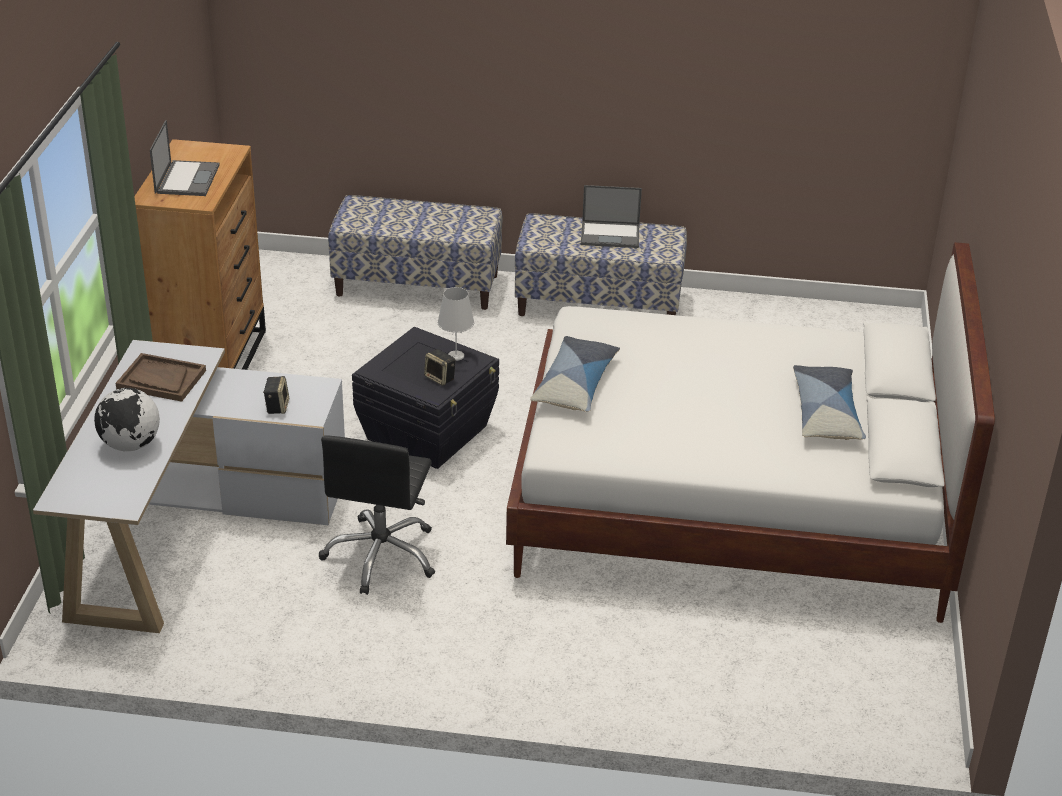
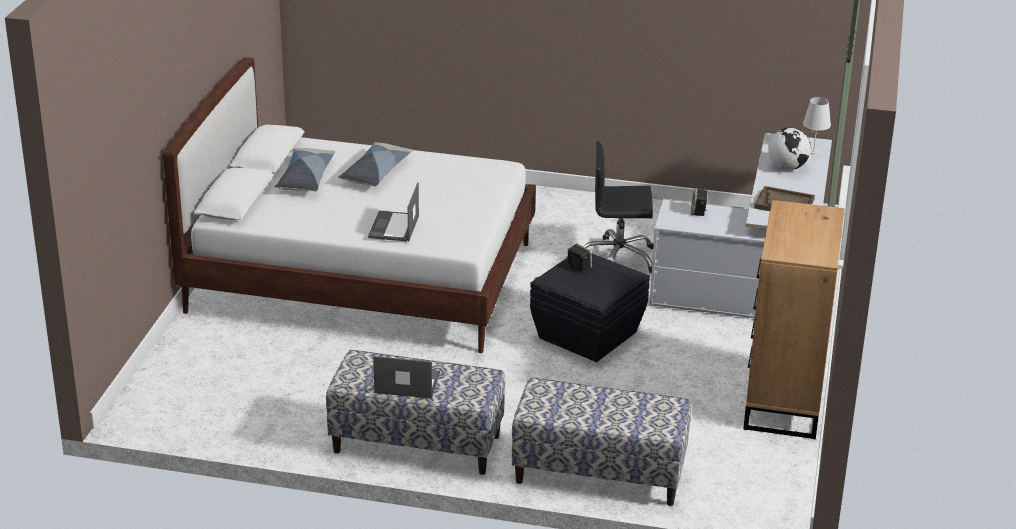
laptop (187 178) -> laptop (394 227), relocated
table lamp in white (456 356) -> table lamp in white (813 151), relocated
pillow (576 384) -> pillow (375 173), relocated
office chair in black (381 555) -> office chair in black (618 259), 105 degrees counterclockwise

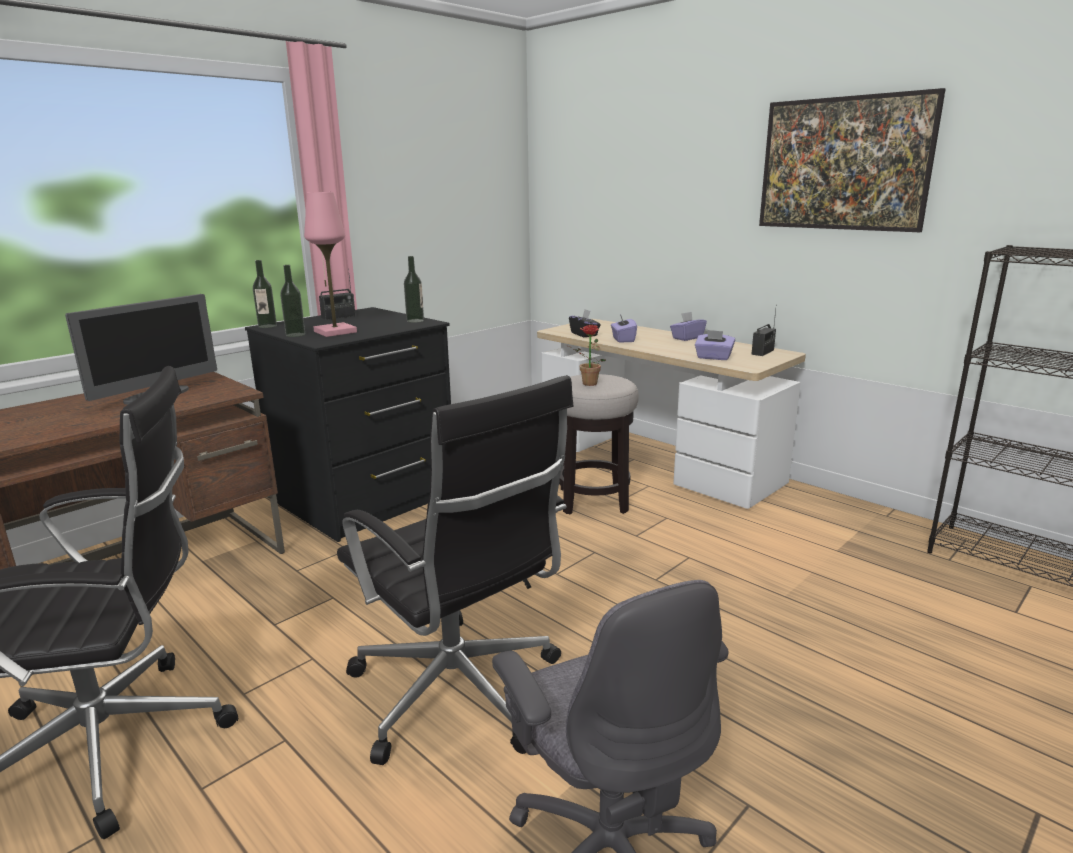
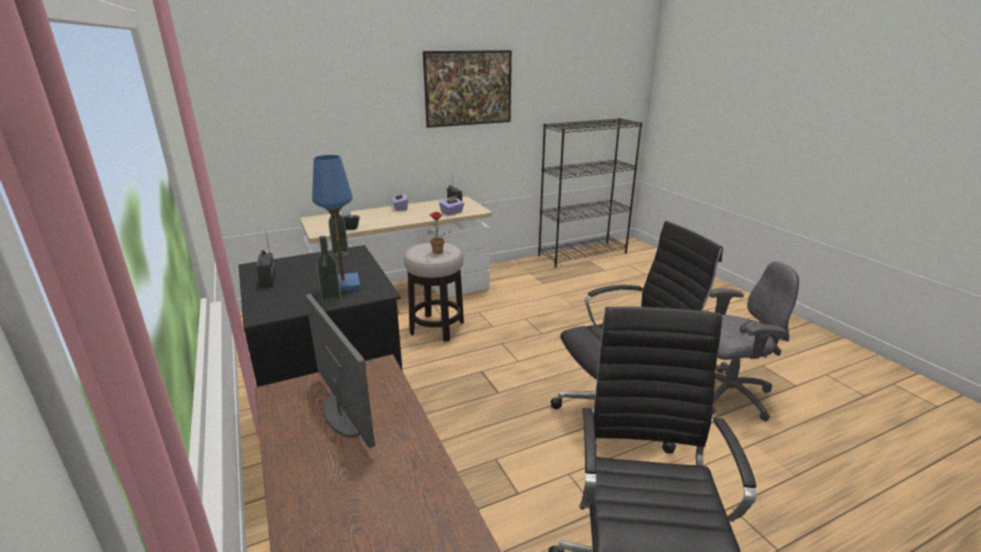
table lamp in pink (335 332) -> table lamp in blue (344 285)
bottle (267 326) -> none
tissue box in purple (623 339) -> none

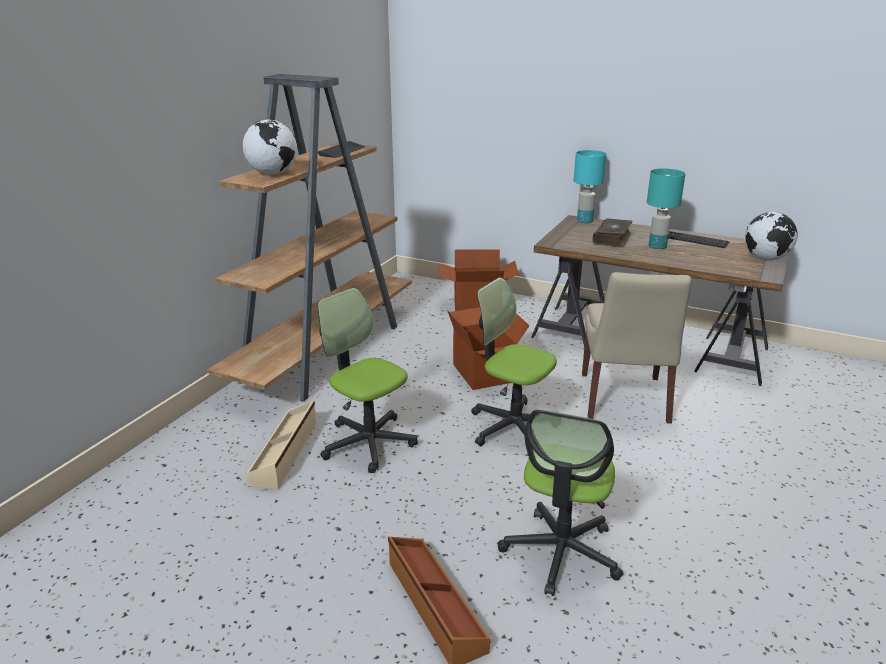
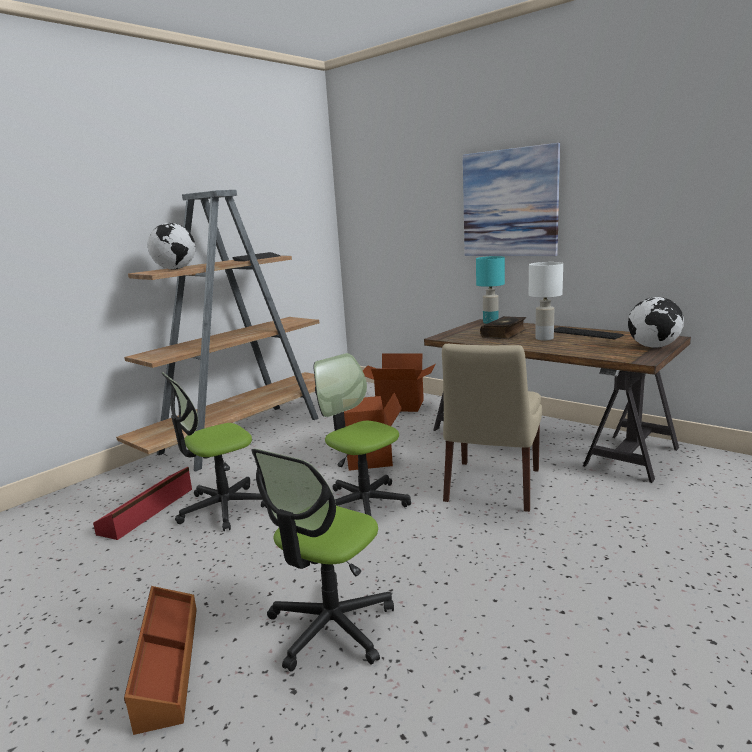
table lamp in turquoise (657 246) -> table lamp in white (543 338)
office chair (368 443) -> office chair (223 508), 90 degrees counterclockwise
storage box in beige (285 452) -> storage box in red (148 511)
none -> picture (509 203)

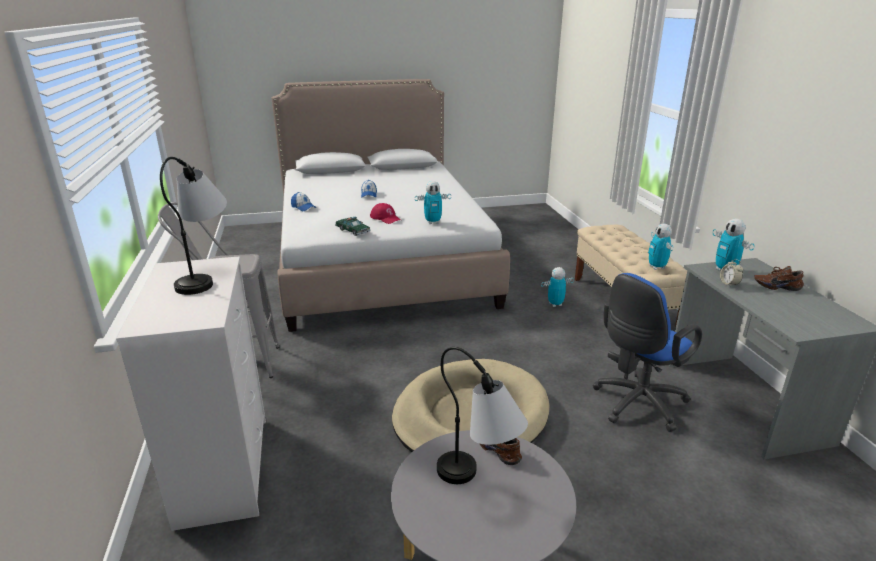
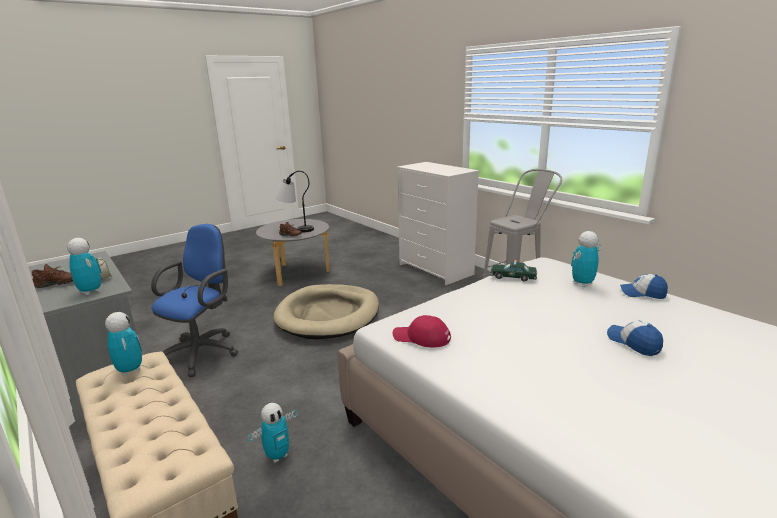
table lamp (207 275) -> none
toy robot (433 222) -> toy robot (582 284), relocated
cap in red (386 218) -> cap in red (421 337), relocated

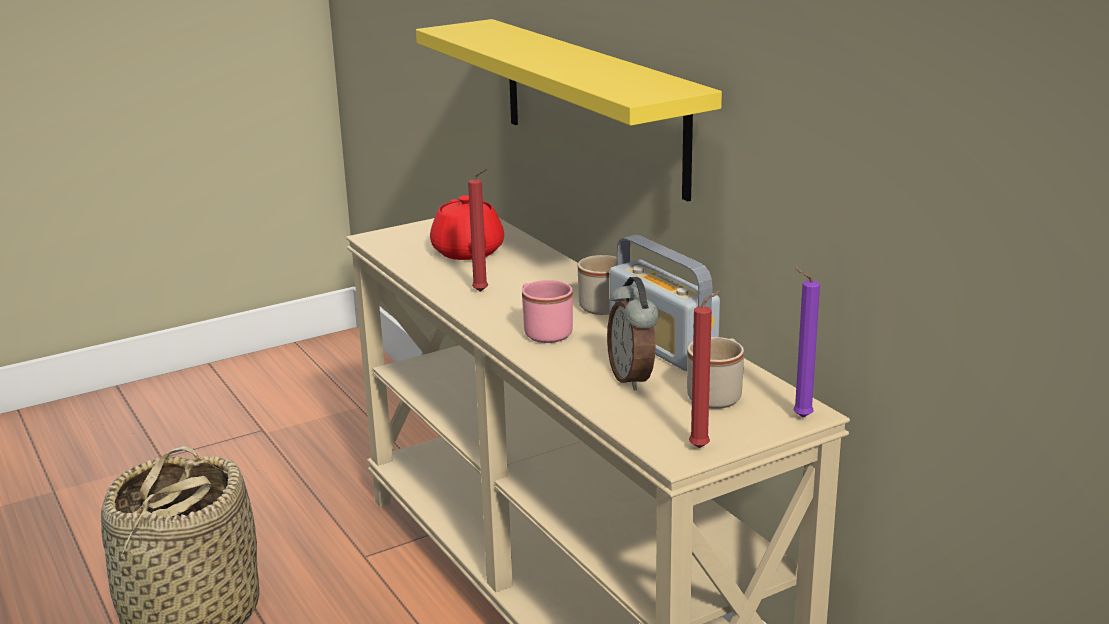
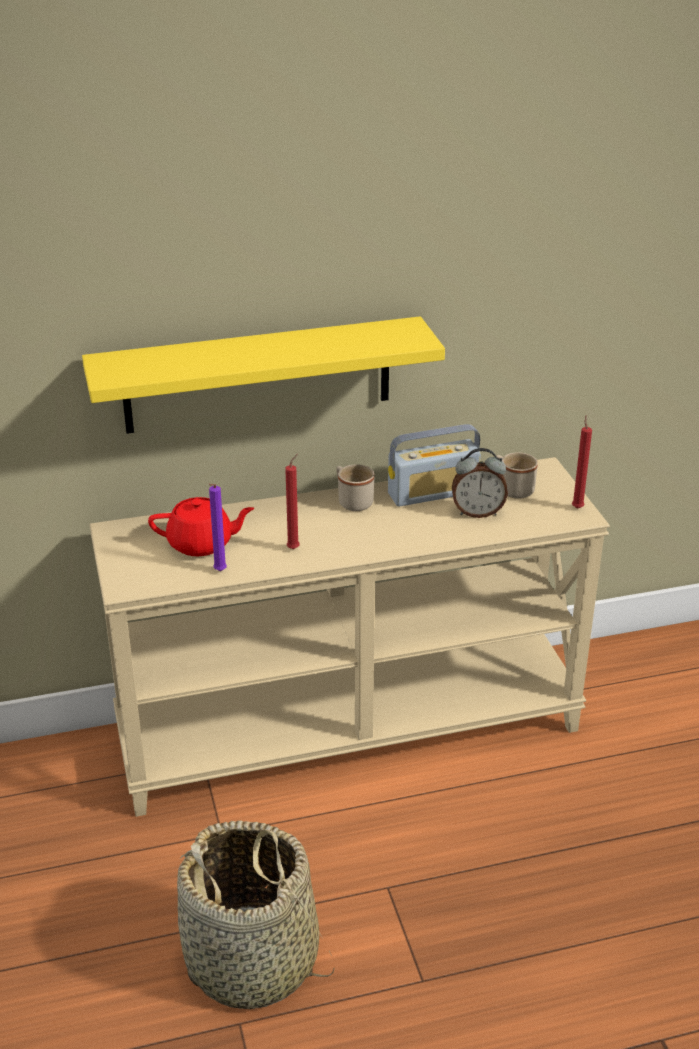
candle in purple (799 417) -> candle in purple (219 572), relocated
mug in pink (544 332) -> none

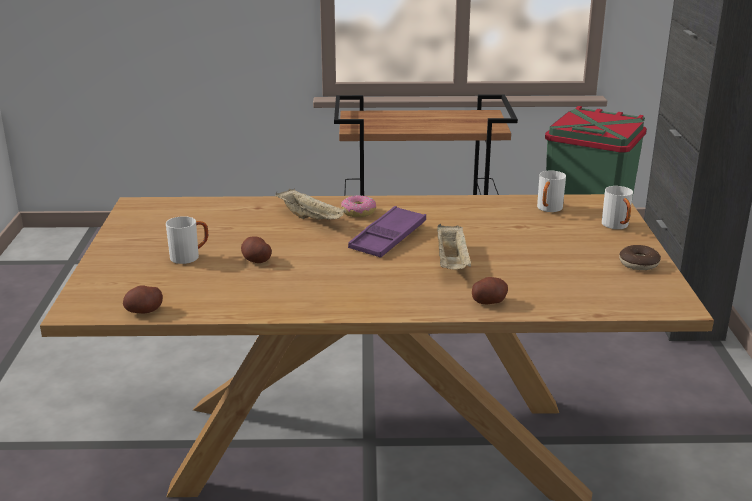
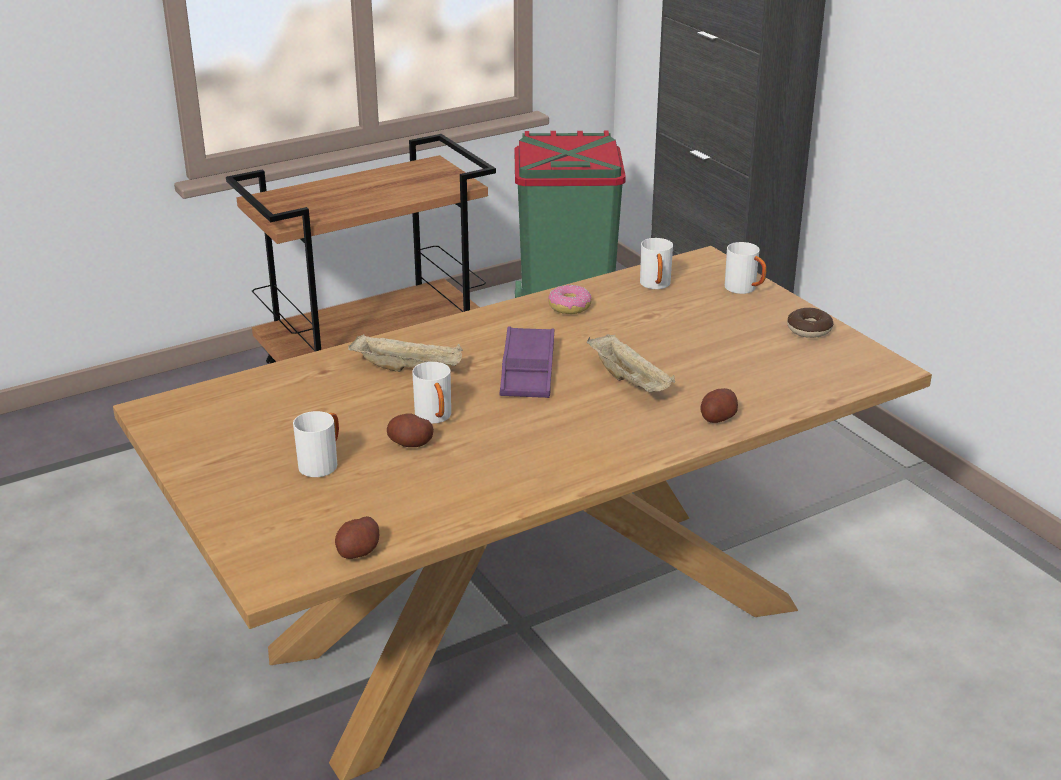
donut (358 212) -> donut (569 307), relocated
none -> mug in white (435 418)

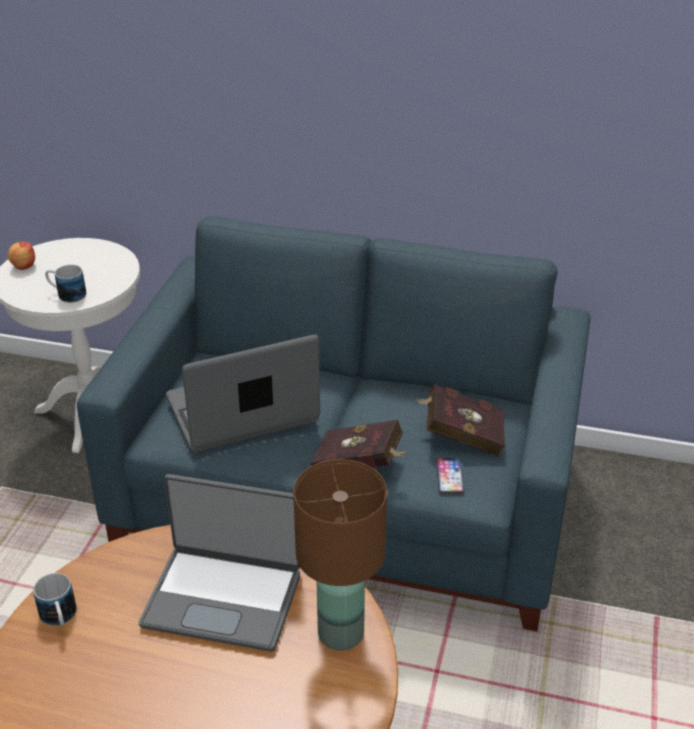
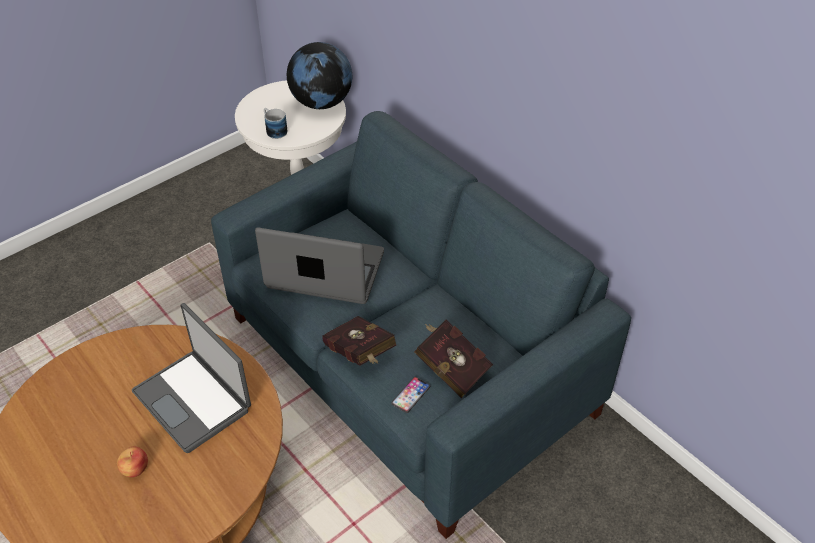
apple (23 266) -> apple (135 469), relocated
table lamp in brown (342 633) -> none
mug (60 618) -> none
none -> globe (321 103)

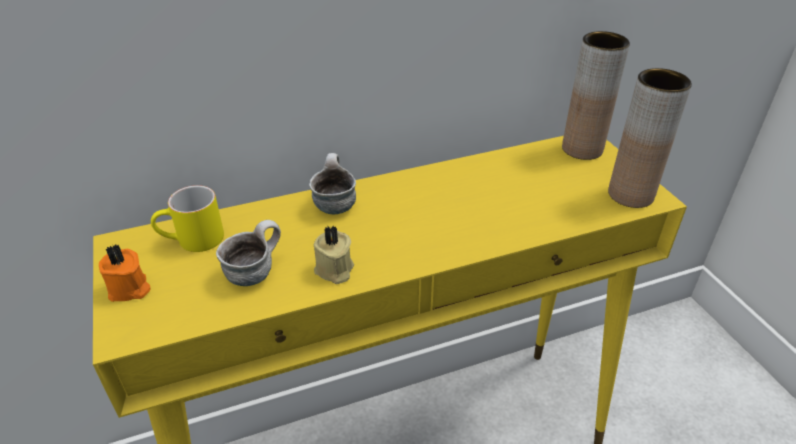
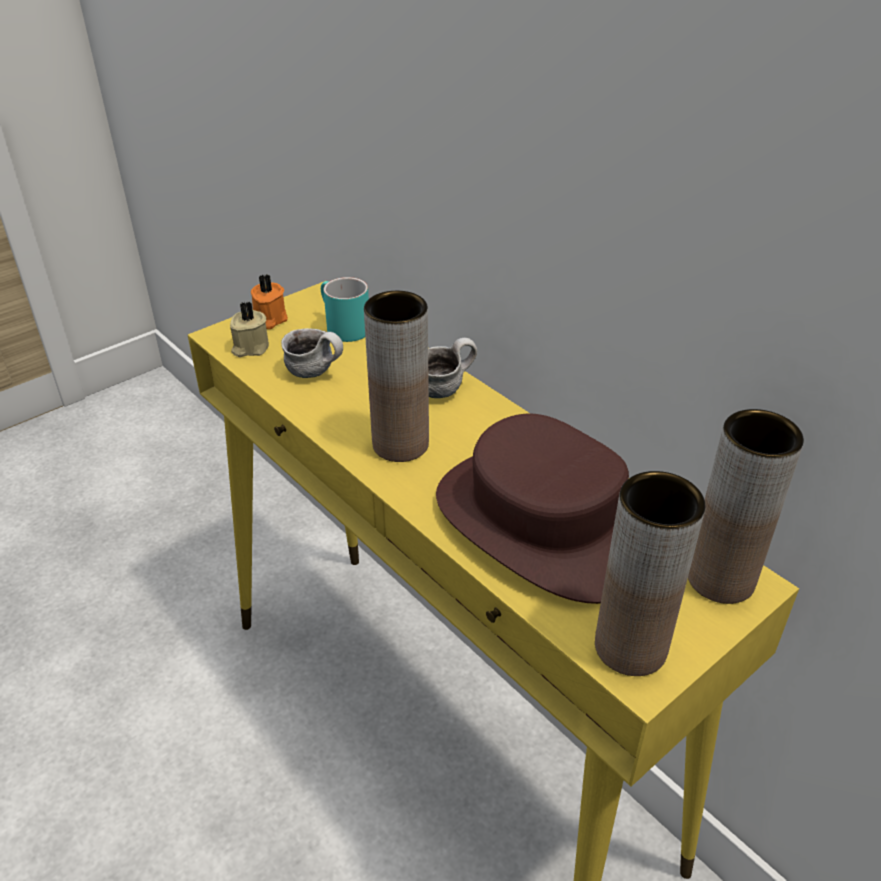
mug in yellow (192 241) -> mug in turquoise (342 327)
candle in beige (334 270) -> candle in beige (250 348), relocated
none -> vase in brown (400 444)
none -> hat in brown (544 521)

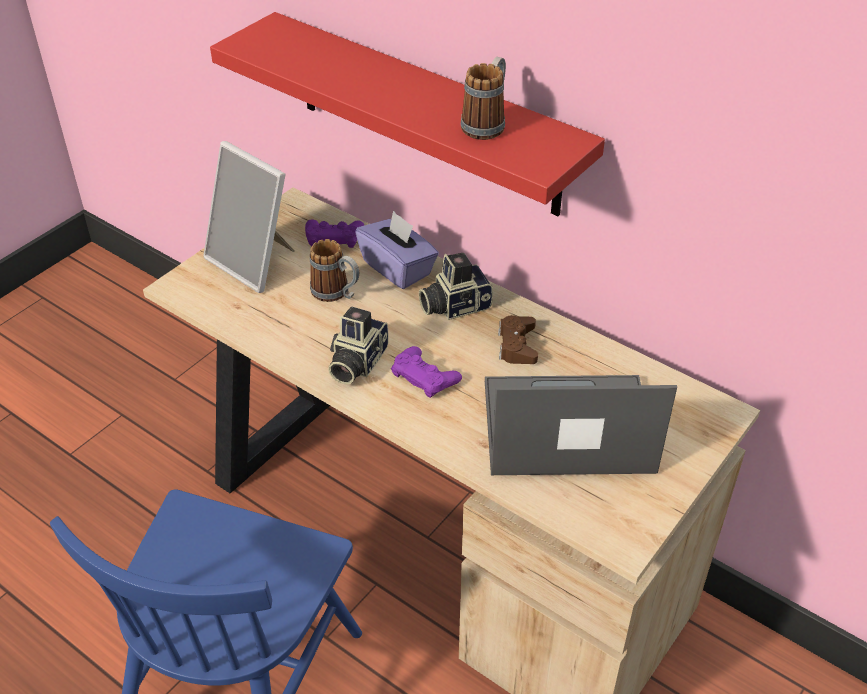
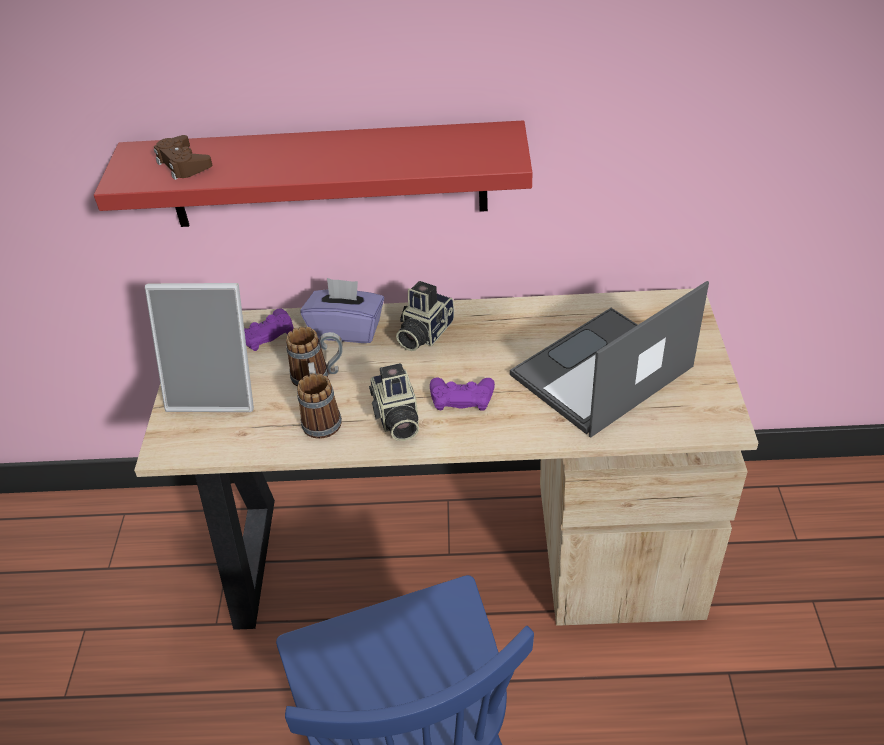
mug (487 123) -> mug (321 418), relocated
game controller in brown (517 345) -> game controller in brown (183 164), relocated

